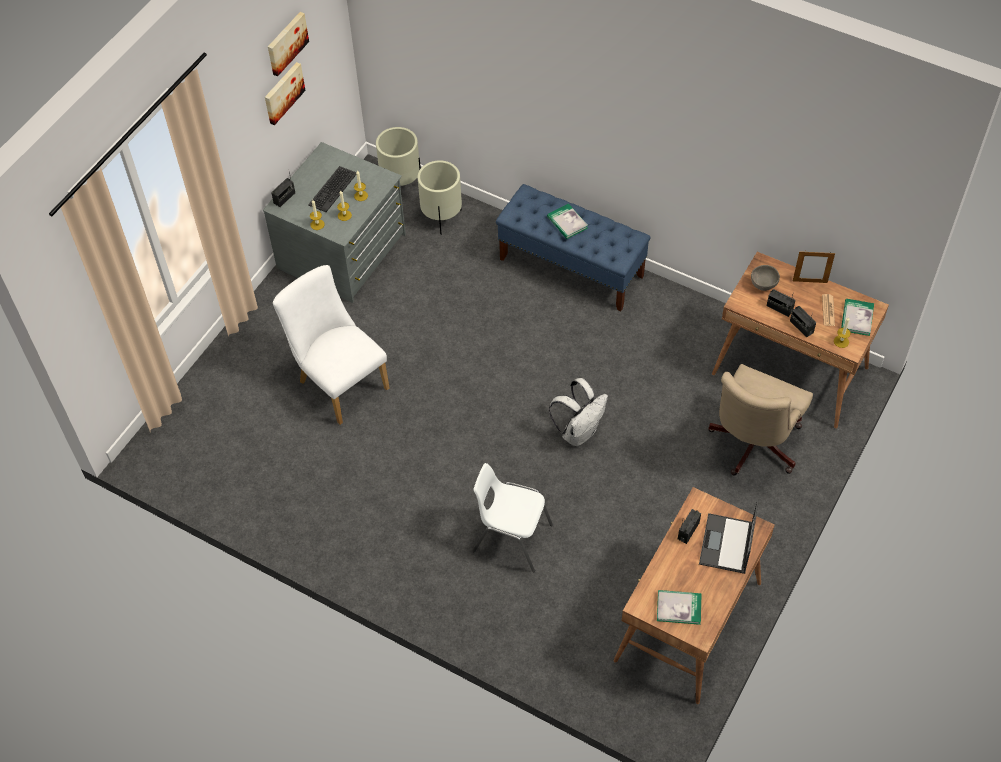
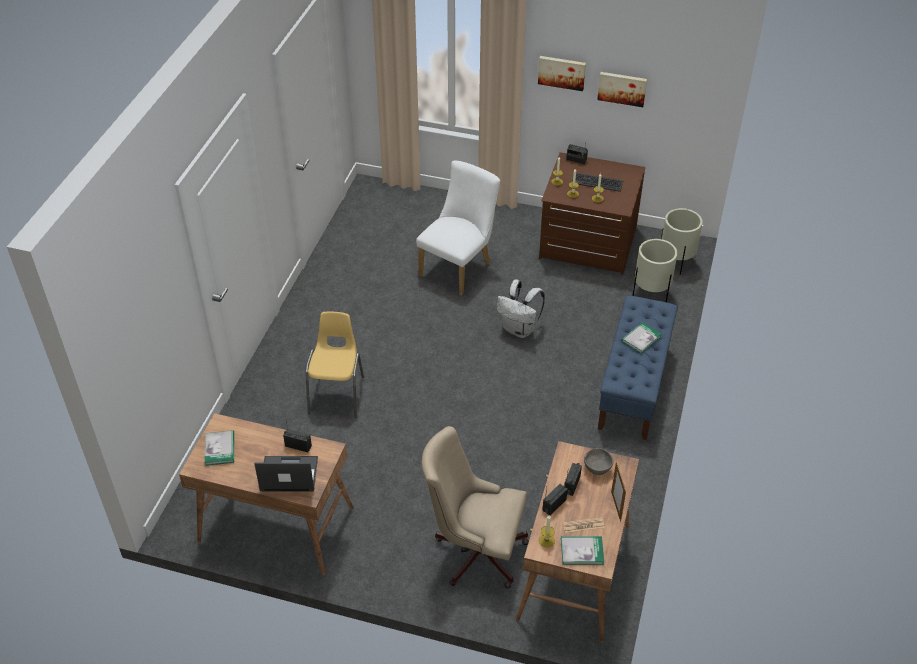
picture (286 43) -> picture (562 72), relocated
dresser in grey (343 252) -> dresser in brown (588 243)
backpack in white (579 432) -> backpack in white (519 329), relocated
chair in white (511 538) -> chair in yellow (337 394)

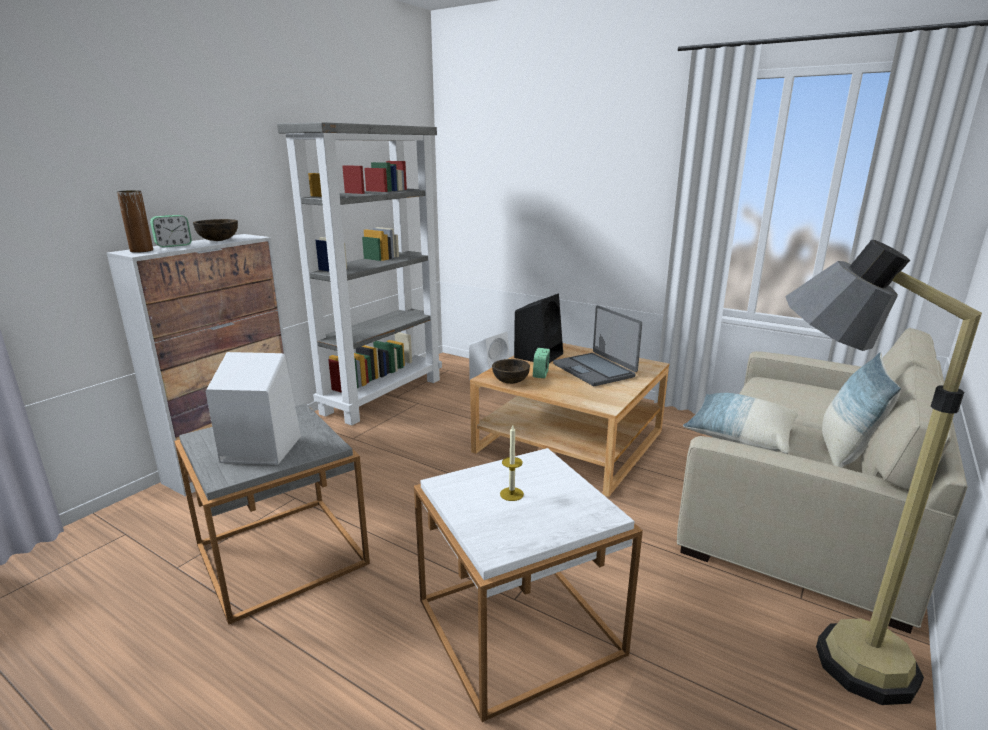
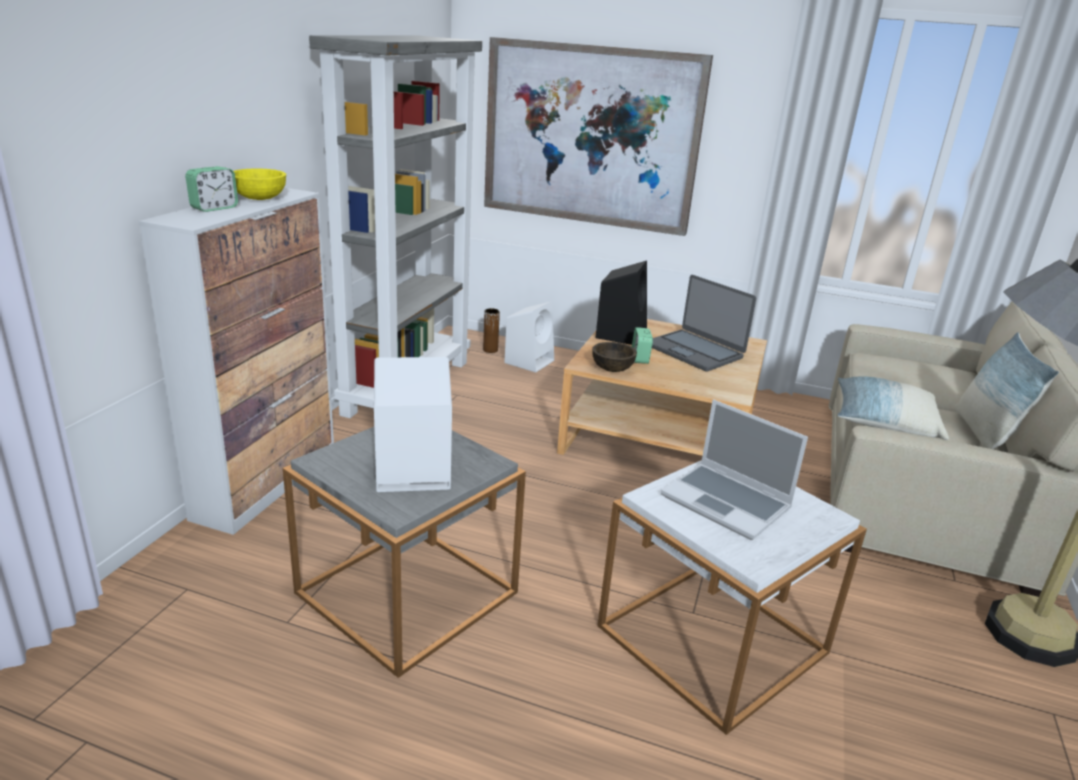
vase in brown (141 251) -> vase in brown (490 350), relocated
bowl in brown (218 240) -> bowl in yellow (260 198)
candle (511 494) -> laptop (727 502)
none -> picture (591 136)

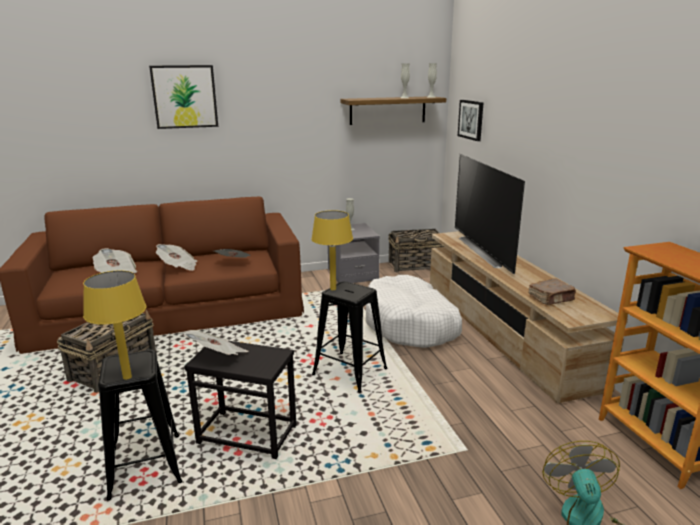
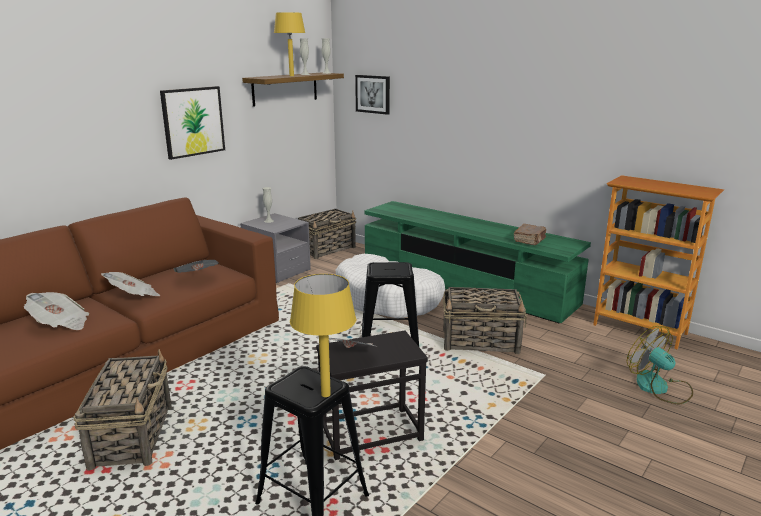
picture (185 97) -> picture (193 121), relocated
television (486 250) -> none
table lamp in yellow (333 289) -> table lamp in yellow (292 76), relocated
tv stand in beige (503 331) -> tv stand in green (464 284)
none -> basket (481 342)

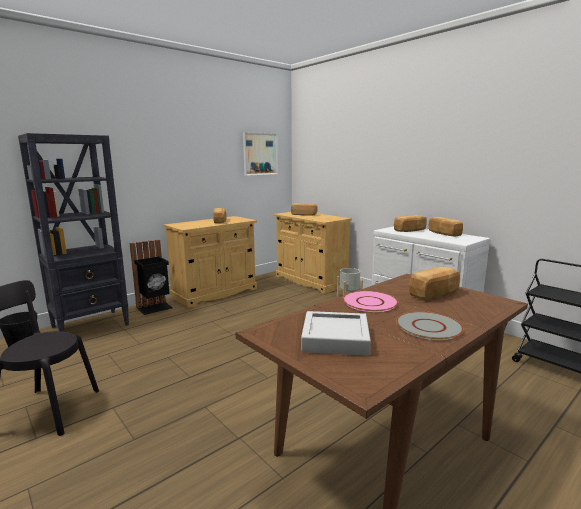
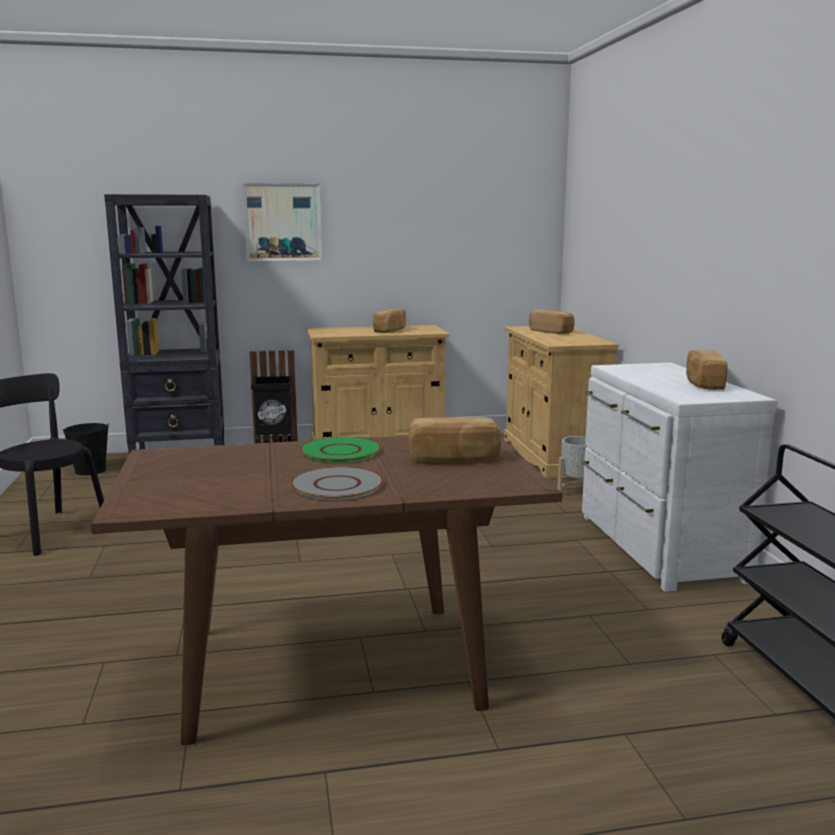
picture (260 154) -> picture (283 222), relocated
bread (410 230) -> none
plate in pink (369 302) -> plate in green (340 451)
tray in grey (335 338) -> none

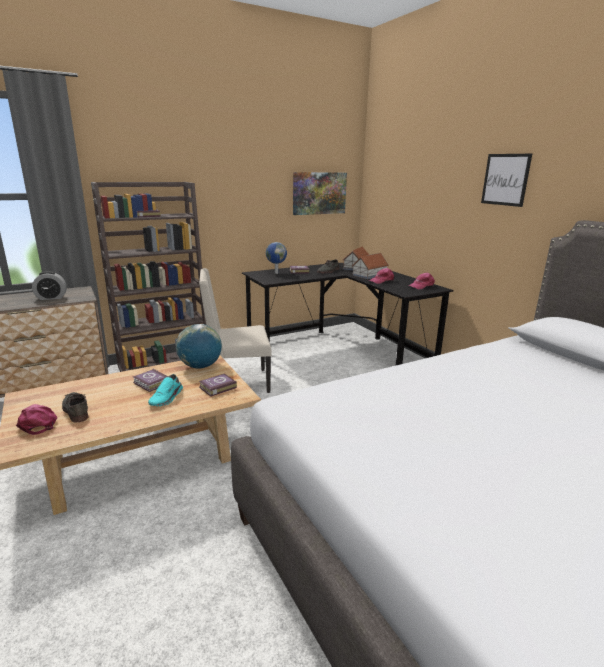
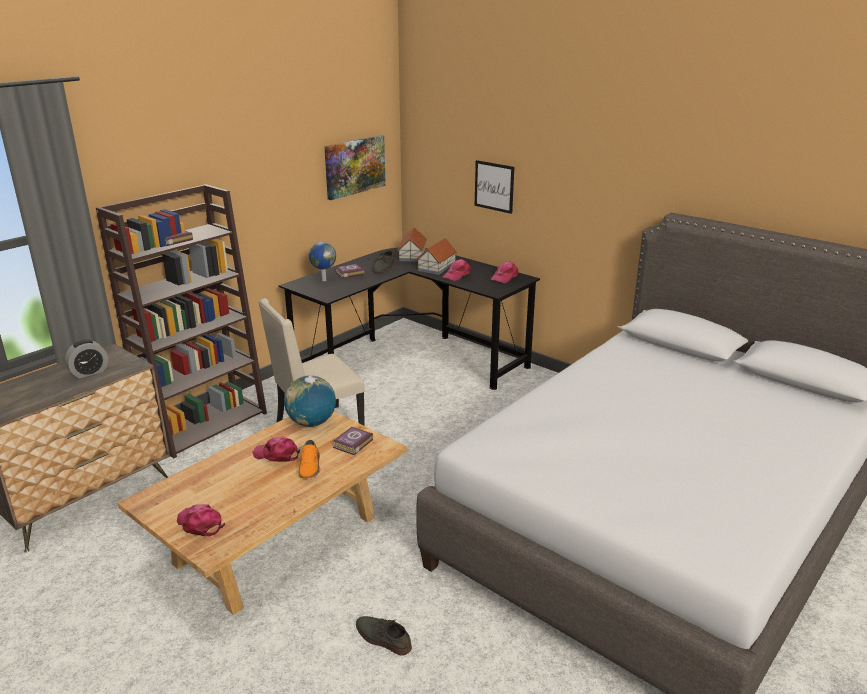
picture (505 179) -> picture (494 186), relocated
book (151 383) -> cap in pink (277 454)
shoe in turquoise (167 398) -> shoe in orange (311 467)
shoe in grey (75 410) -> shoe in grey (382 638), relocated

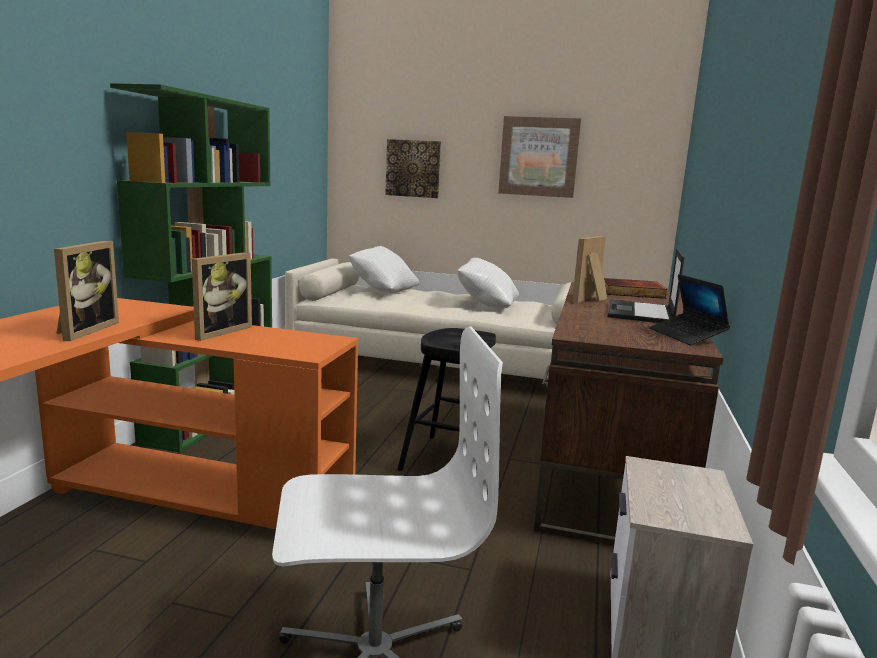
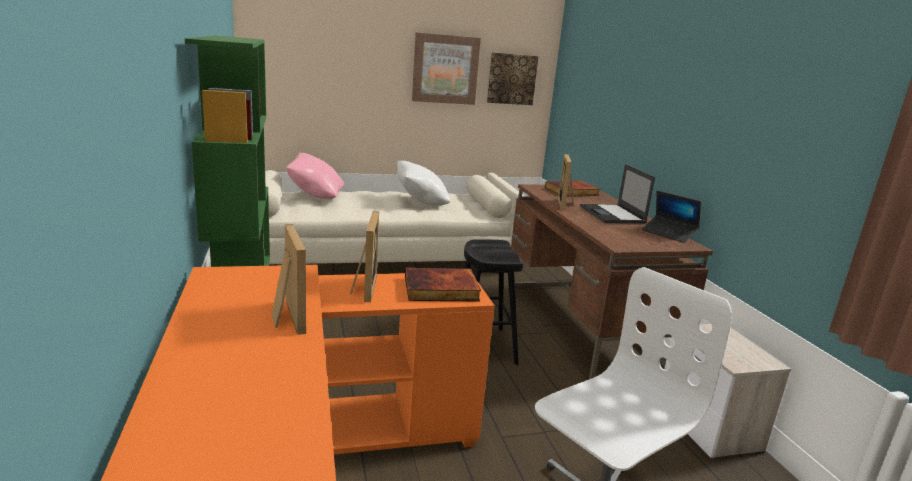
picture (413 168) -> picture (511 79), relocated
pillow in white (383 290) -> pillow in pink (315 196)
none -> book (440 289)

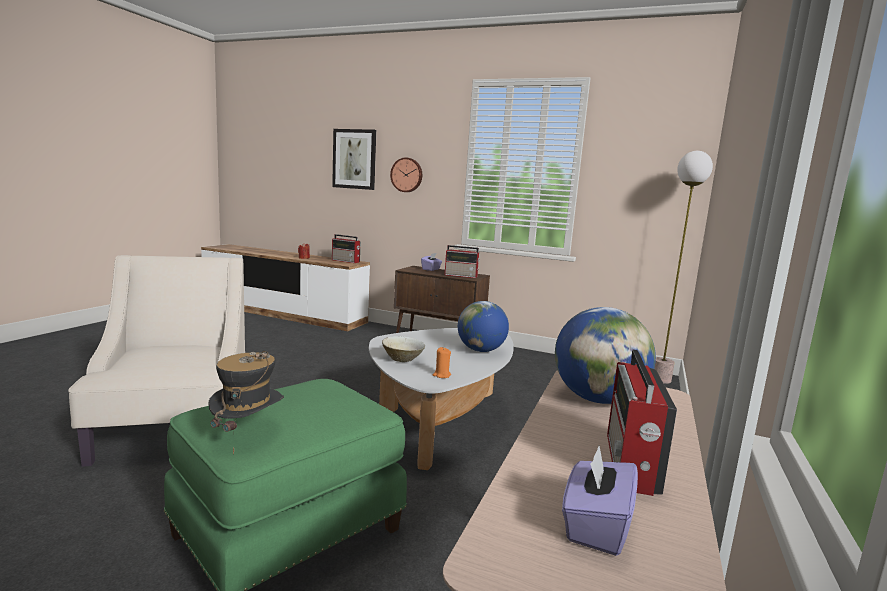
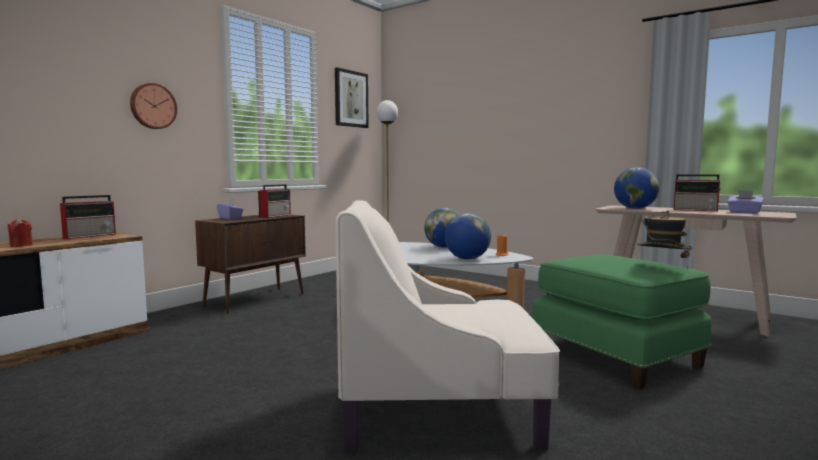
picture (354 159) -> picture (351 99), relocated
bowl in beige (403 359) -> globe (467 259)

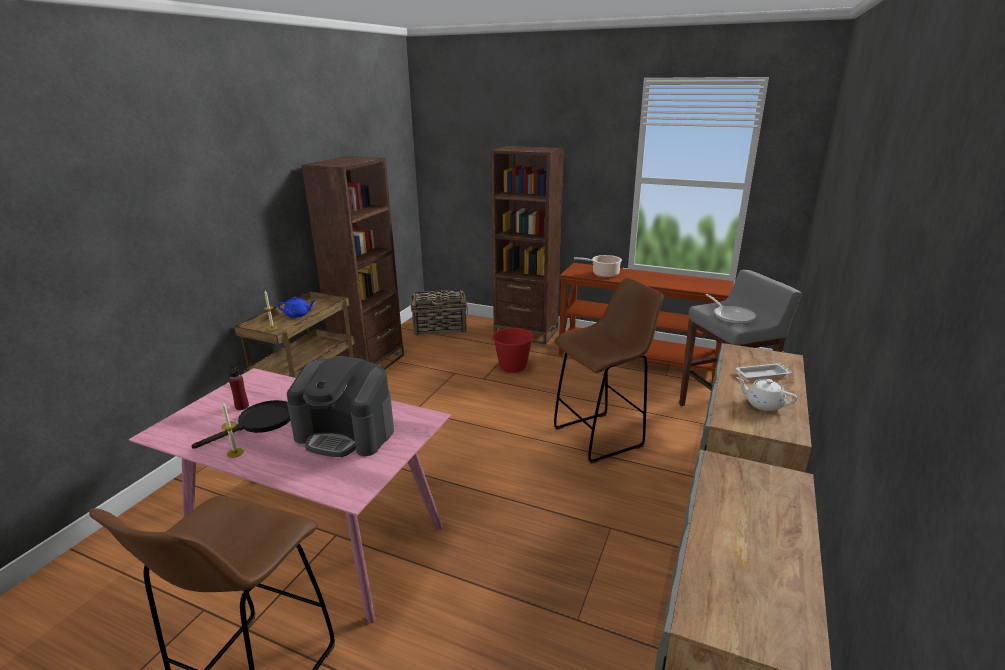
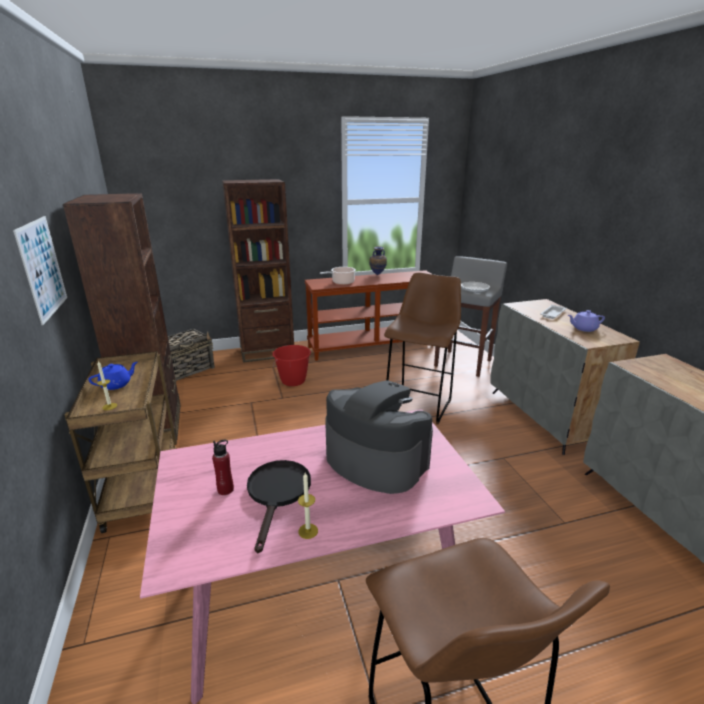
coffee machine (346 433) -> coffee machine (375 460), 120 degrees counterclockwise
teapot in white (763 404) -> teapot in purple (583 328)
none -> picture (42 268)
none -> vase (377 275)

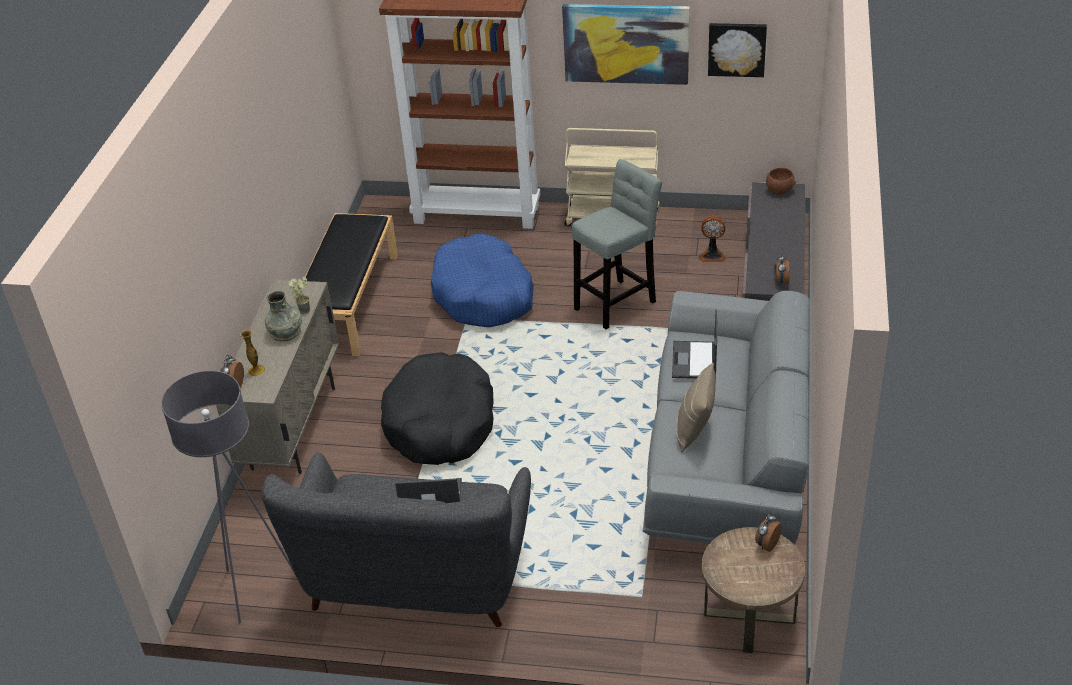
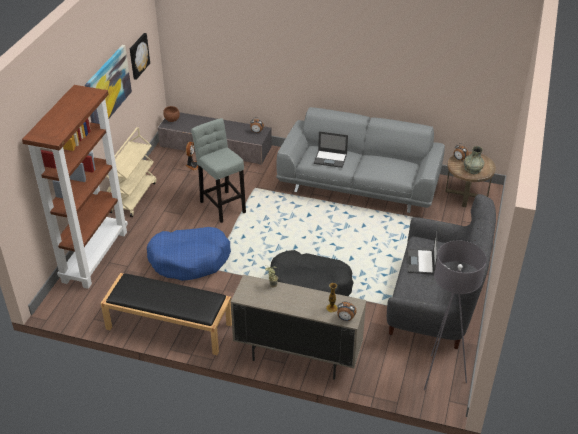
vase in grey (285 331) -> vase in grey (472 169), relocated
pillow in beige (695 429) -> none

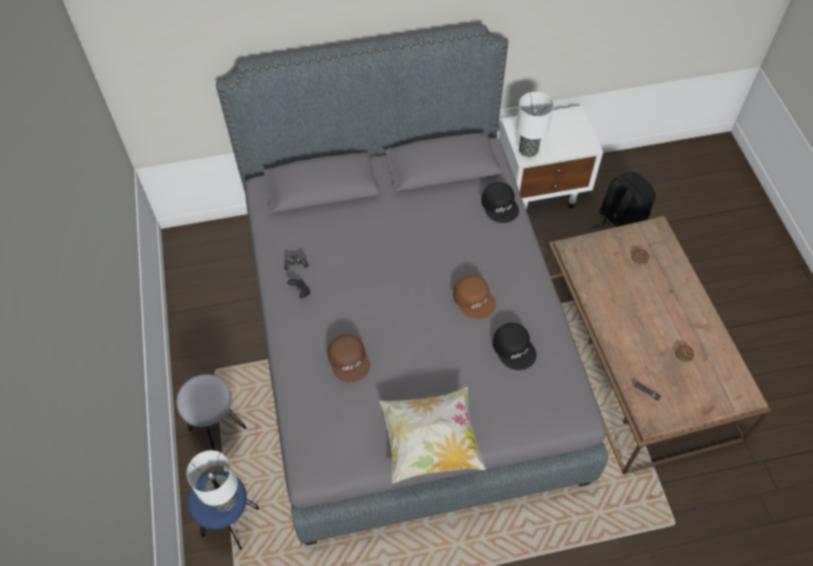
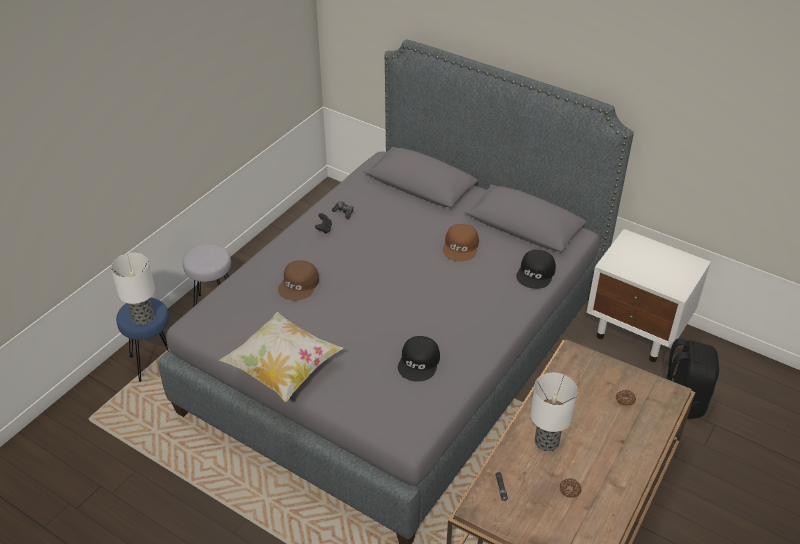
table lamp (528 150) -> table lamp (546 441), relocated
cap in brown (474 299) -> cap in brown (461 247), relocated

